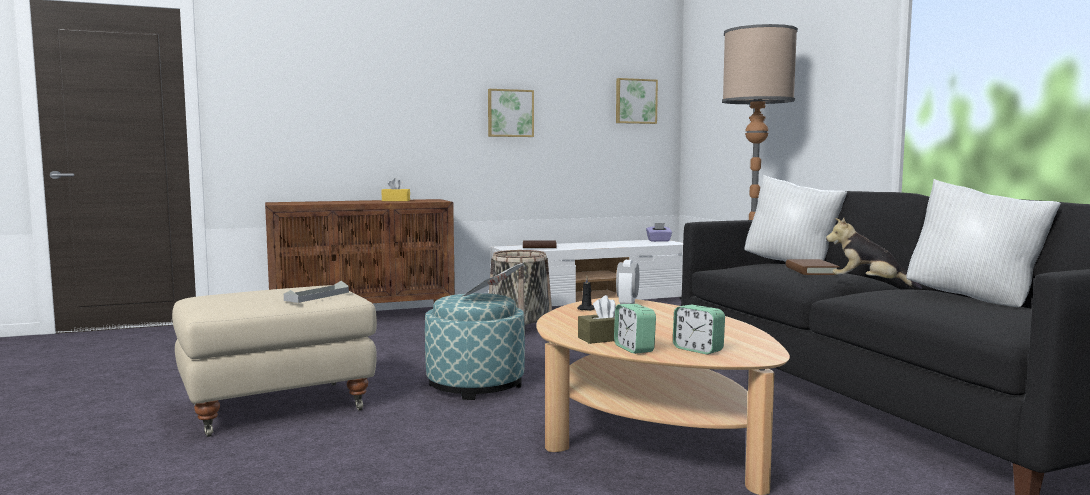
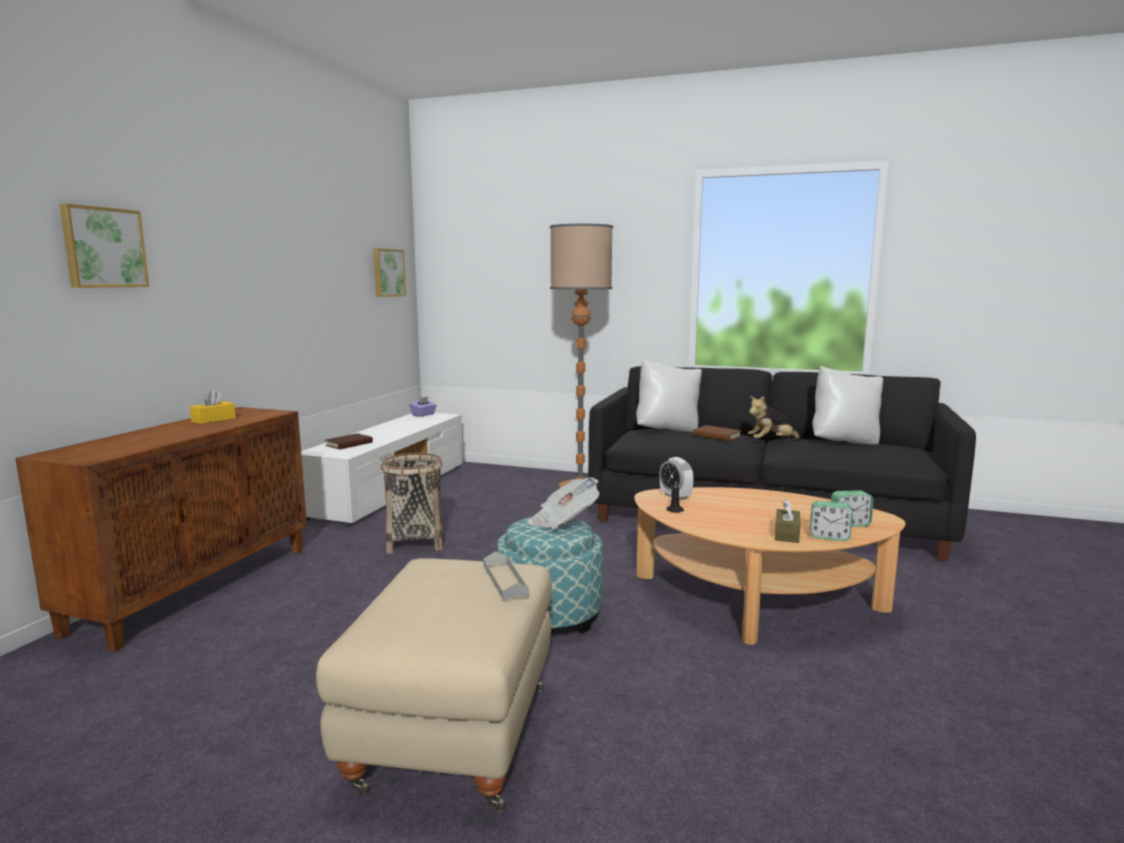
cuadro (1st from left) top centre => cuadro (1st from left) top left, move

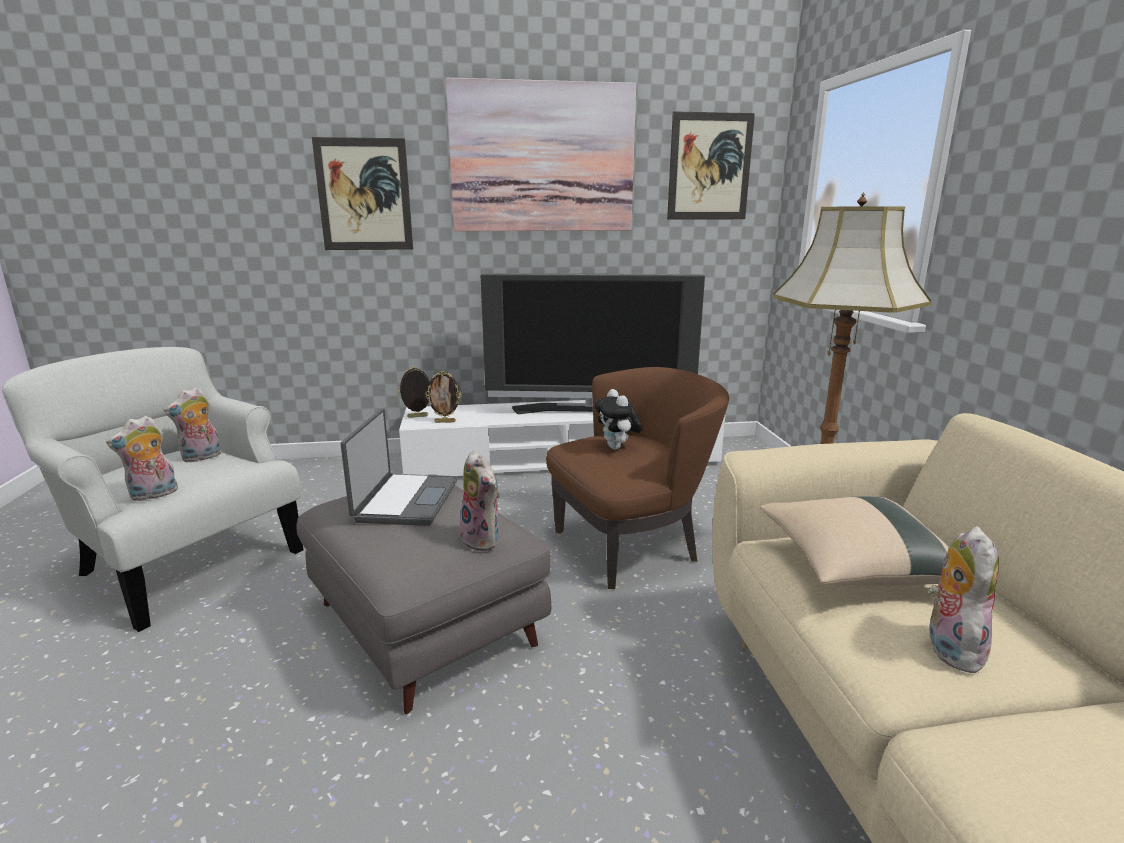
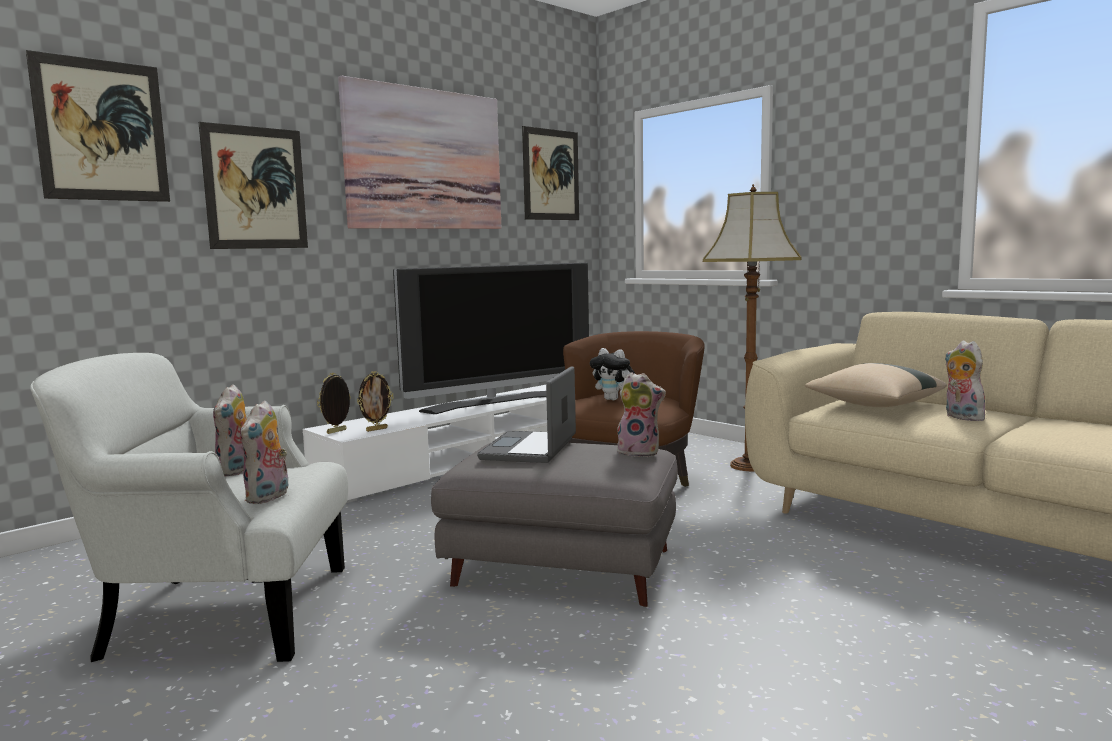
nothing => cuadro (1st from left) top left
portátil centre, 135 degrees counterclockwise

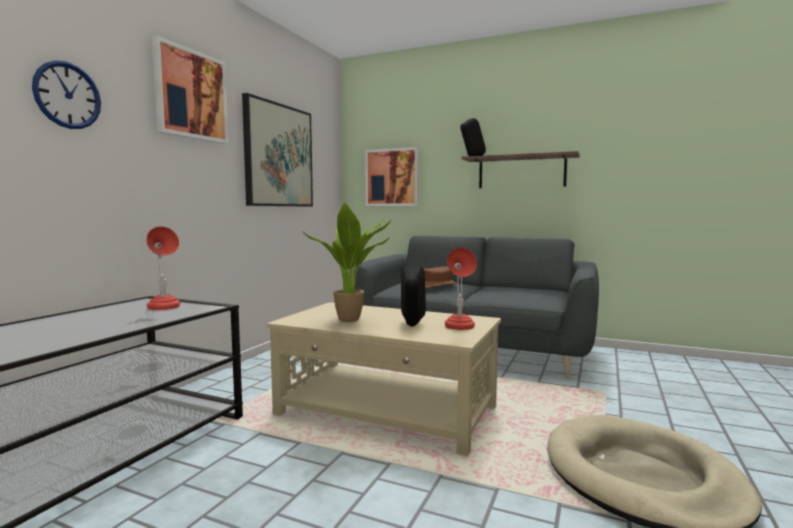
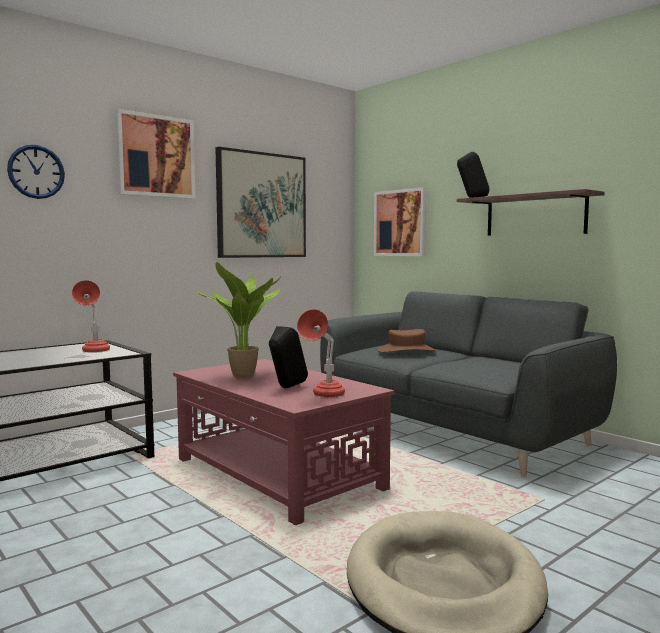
mesa de centro (beis) bottom centre => mesa de centro (rojo) bottom centre

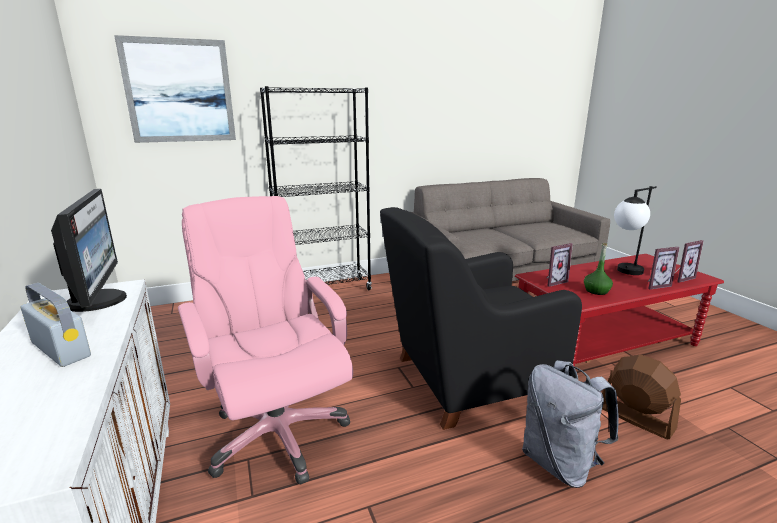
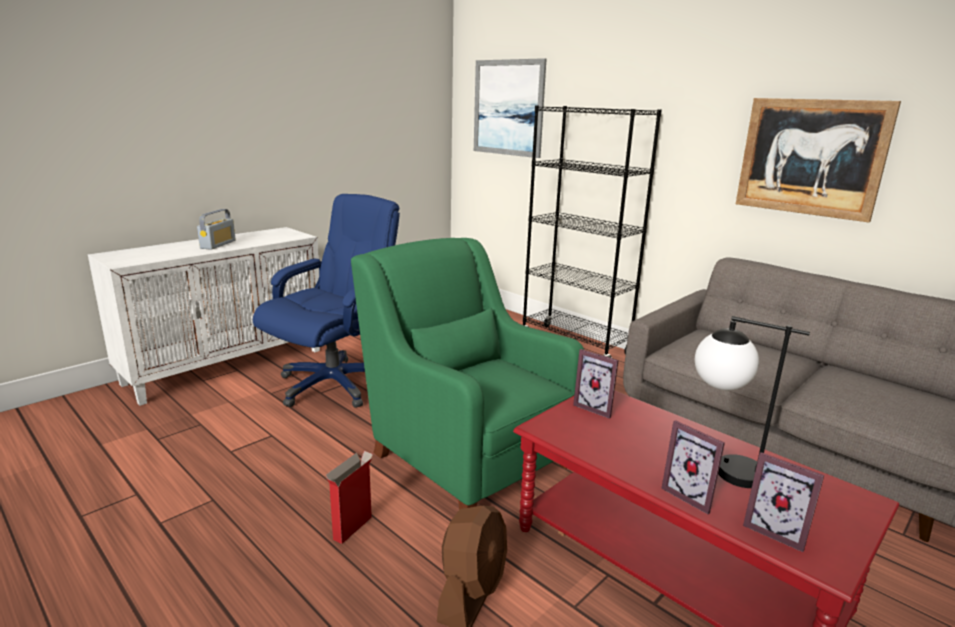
silla de oficina (rosa) centre => silla de oficina (azul) centre
mochila (gris) bottom right => caja de cartón bottom centre
sillón (negro) centre => sillón (verde) centre
nothing => cuadro (2nd from left) top right
monitor middle left => nothing
botella (verde) middle right => nothing

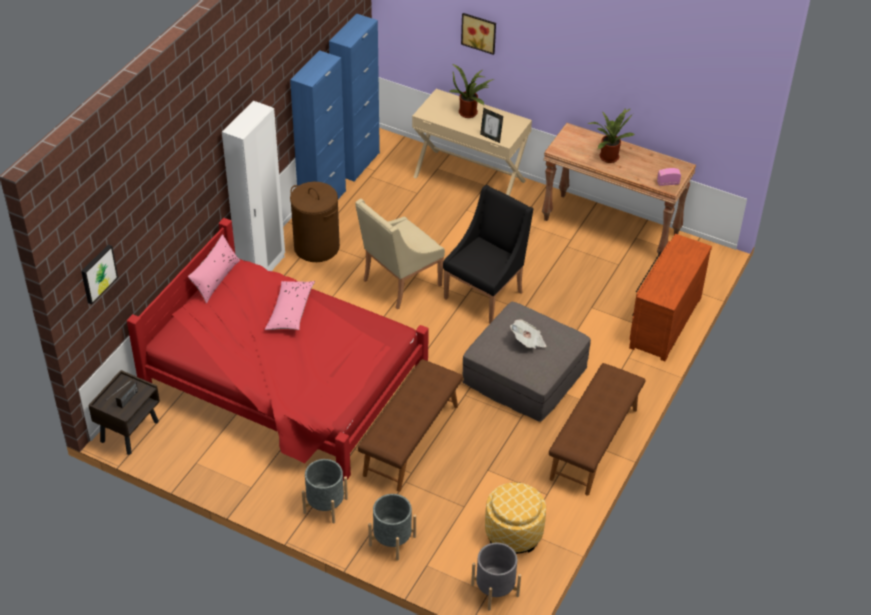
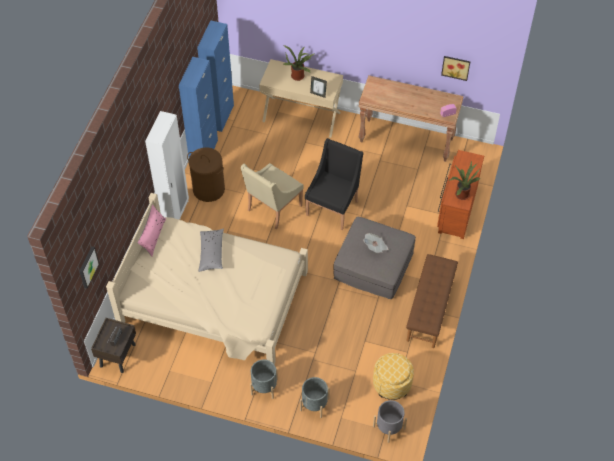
cama (rojo) middle left => cama (beis) centre
cojín (rosa) (2nd from left) middle left => cojín (gris) centre
cuadro (2nd from left) top centre => cuadro (2nd from left) top right, move
planta en maceta (2nd from left) top right => planta en maceta (2nd from left) middle right, move
banco (marrón) (1st from left) bottom centre => nothing

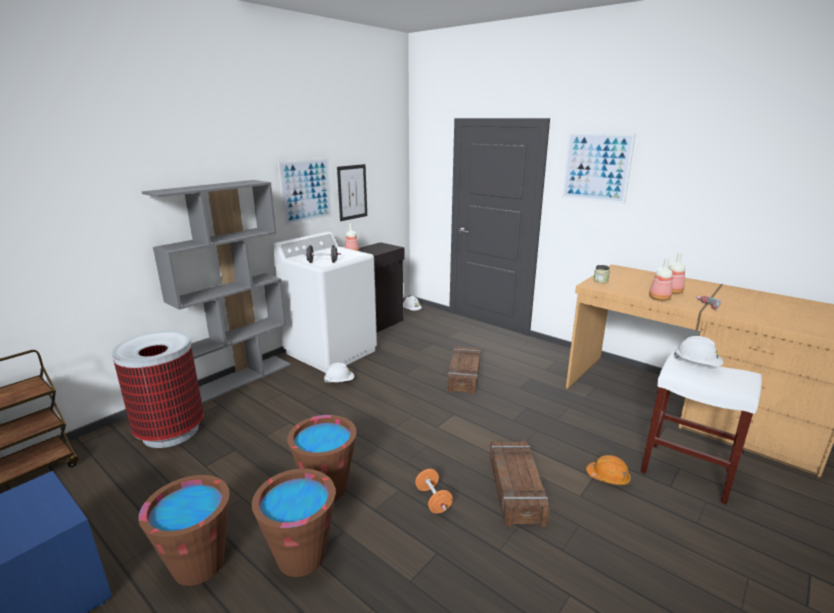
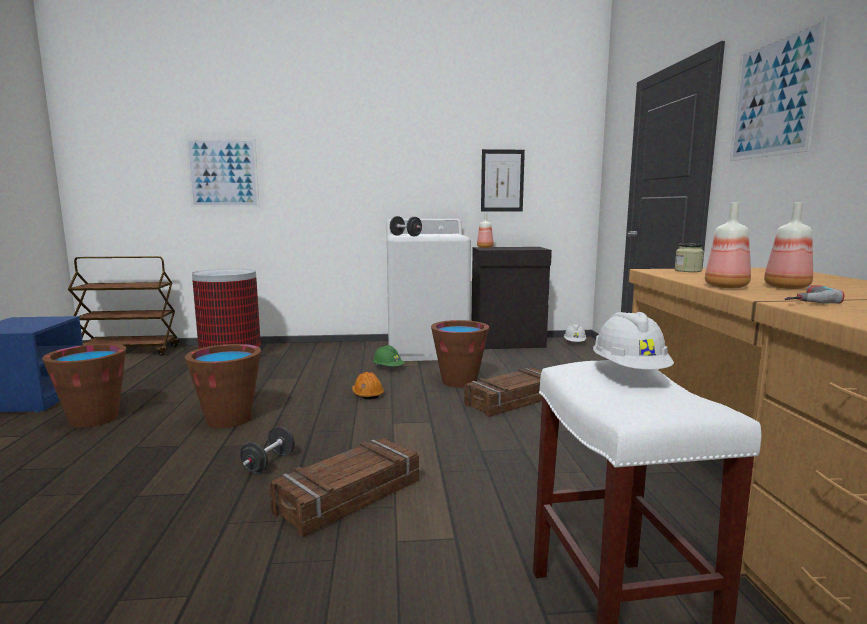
cuadro (1st from left) top centre => cuadro (1st from left) top left, move
mancuerna (naranja) bottom centre => mancuerna (negro) (1st from left) bottom left
casco (naranja) bottom right => casco (naranja) centre, move
casco (blanco) (1st from left) centre => casco (verde) centre
cubo (marrón) (2nd from left in the first image) bottom centre => cubo (marrón) (3rd from left) centre, move
estantería (gris) middle left => nothing

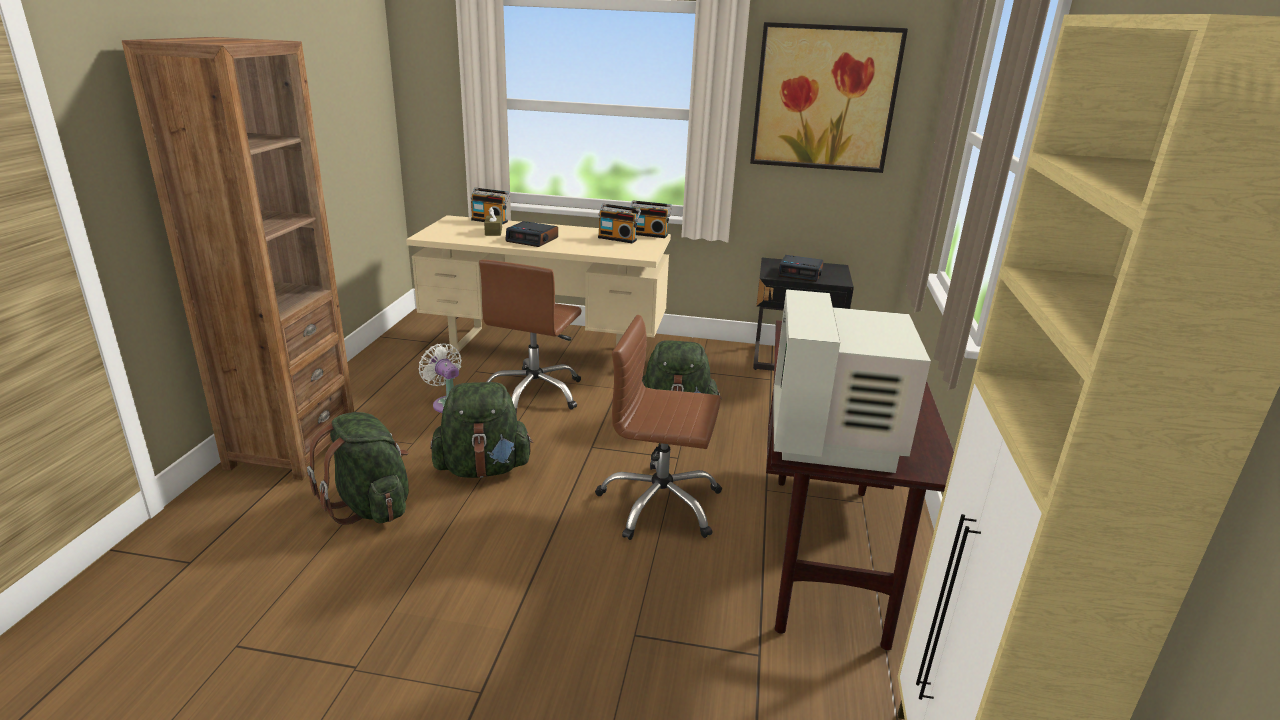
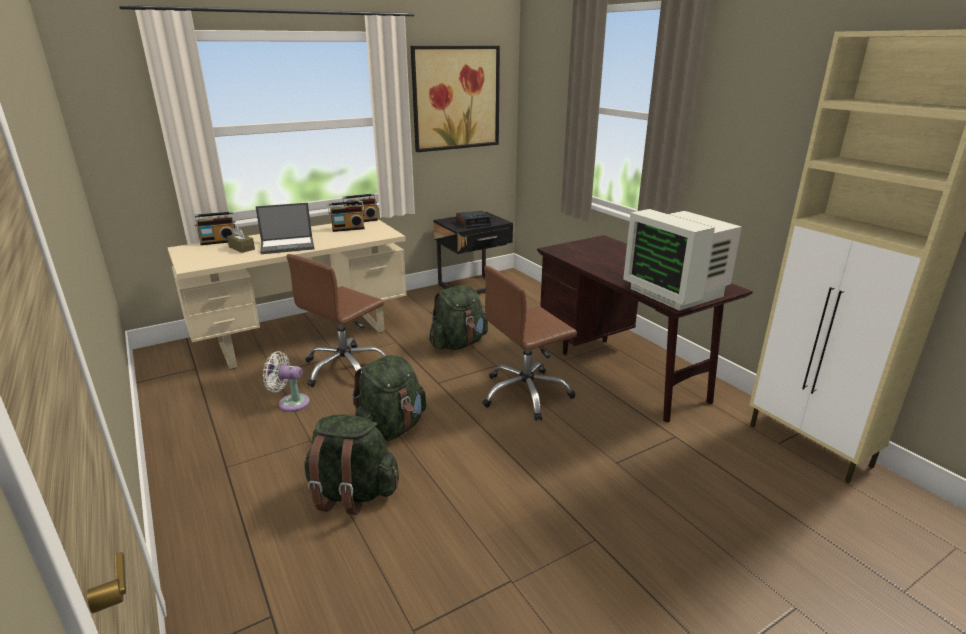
despertador (1st from left) top centre => portátil middle left
silla de oficina (marrón) (1st from left) centre, 60 degrees clockwise
estantería (marrón) middle left => nothing

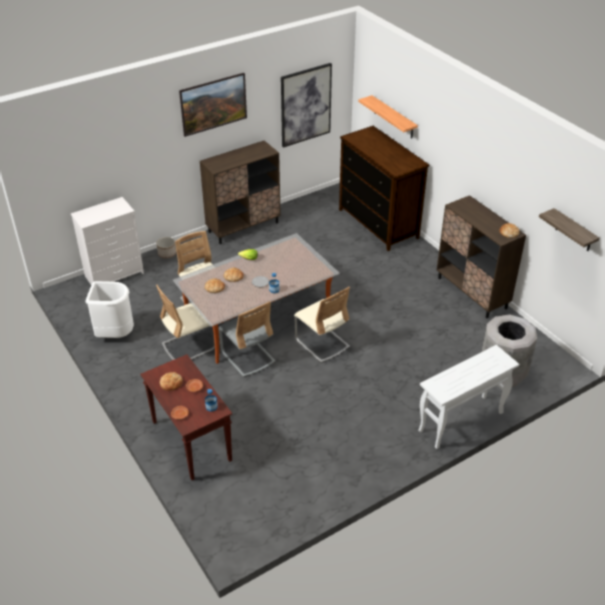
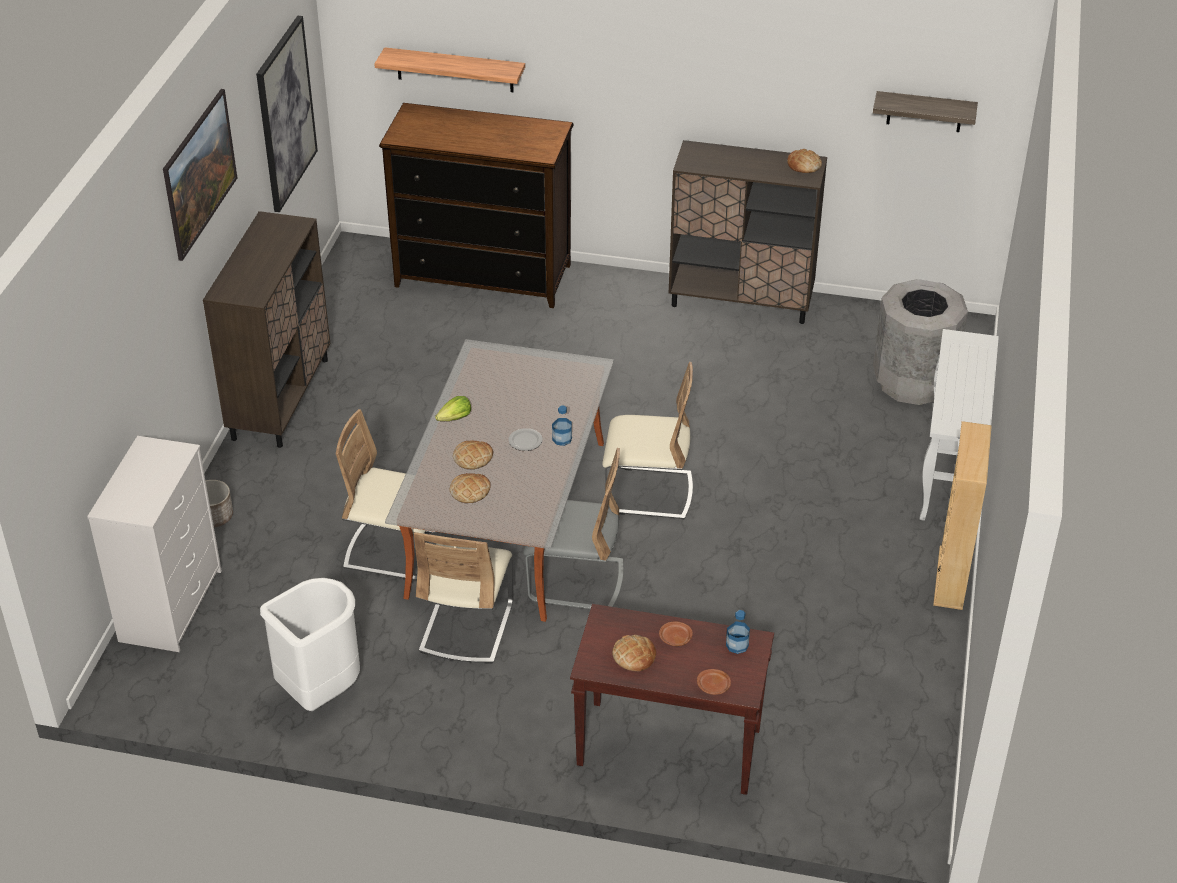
nothing => estantería (beis) middle right

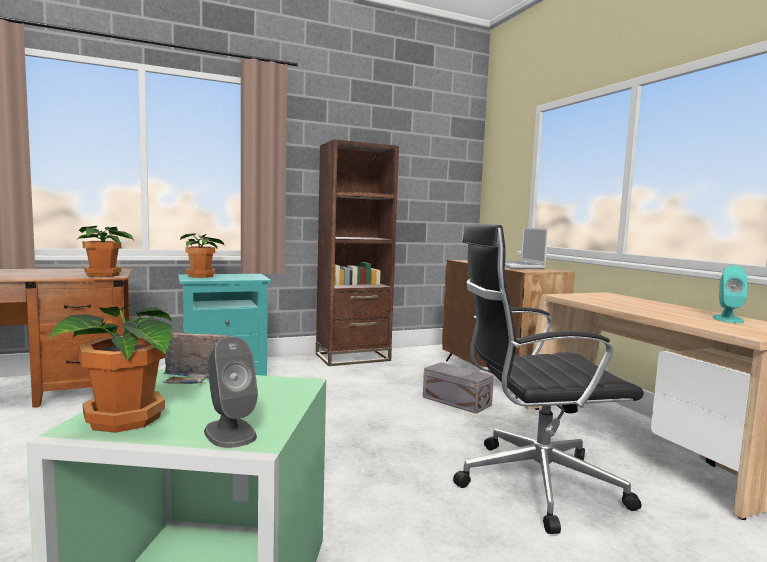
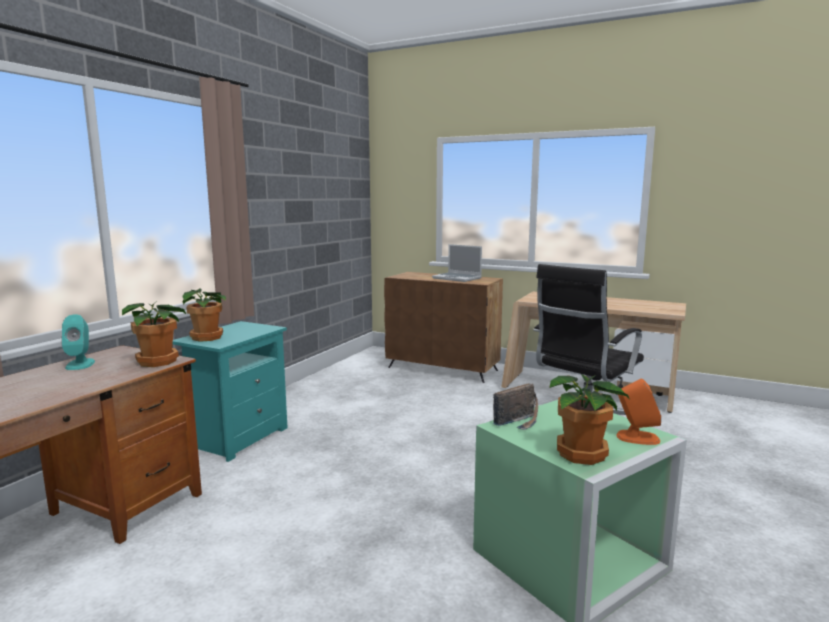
altavoz (turquesa) middle right => altavoz (turquesa) middle left, move
altavoz (gris) bottom left => altavoz (naranja) middle right
estantería (marrón) centre => nothing
caja de almacenaje (gris) bottom centre => nothing

